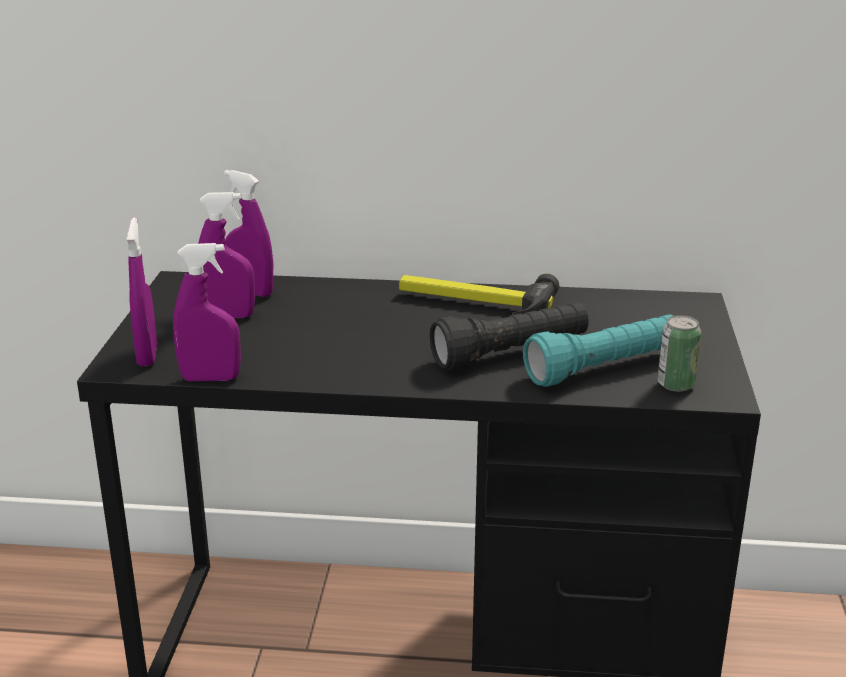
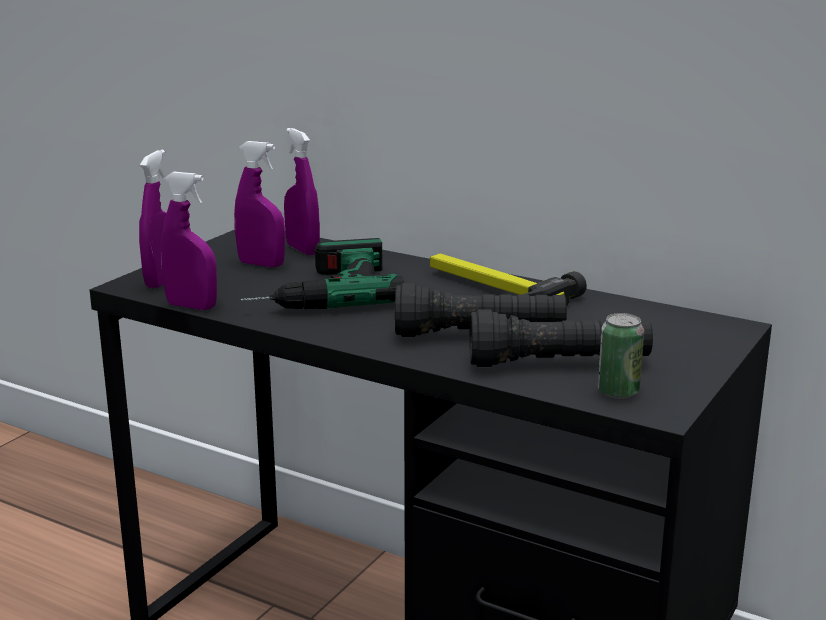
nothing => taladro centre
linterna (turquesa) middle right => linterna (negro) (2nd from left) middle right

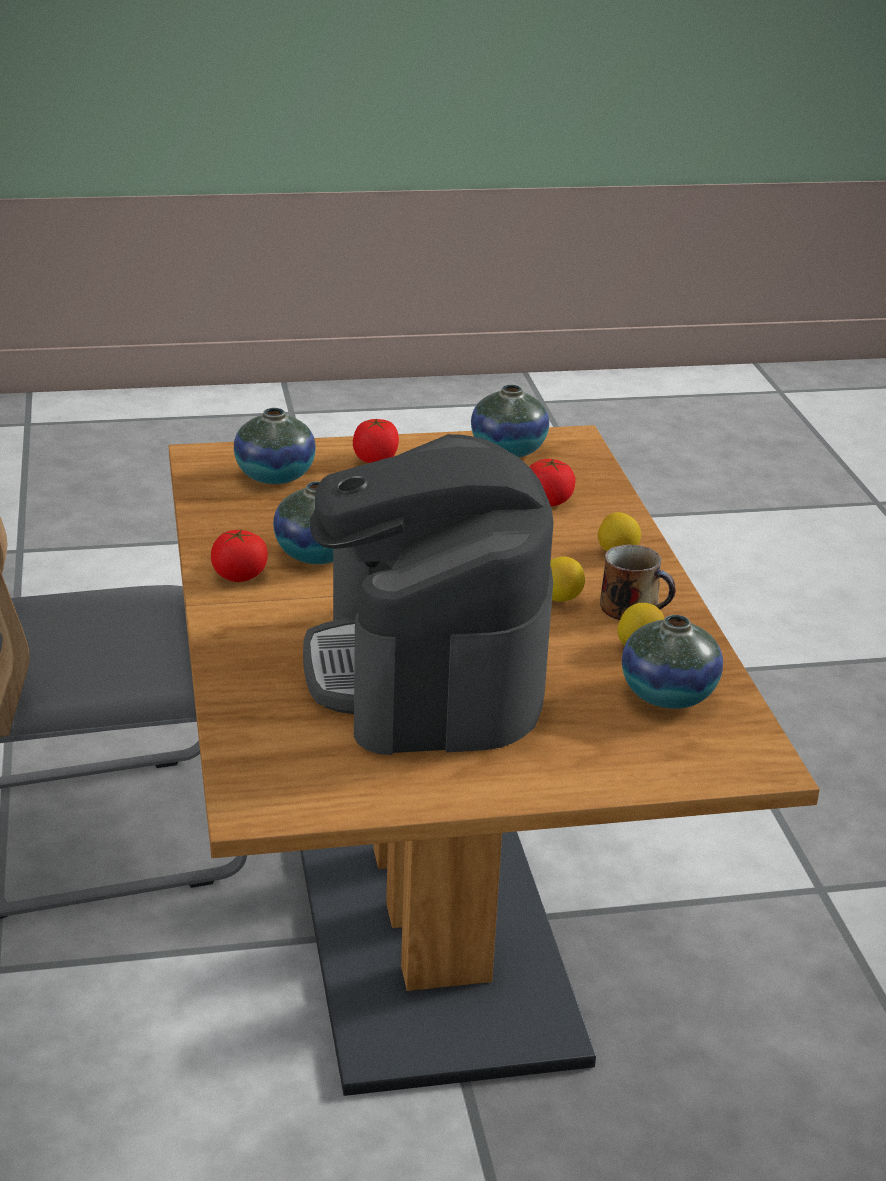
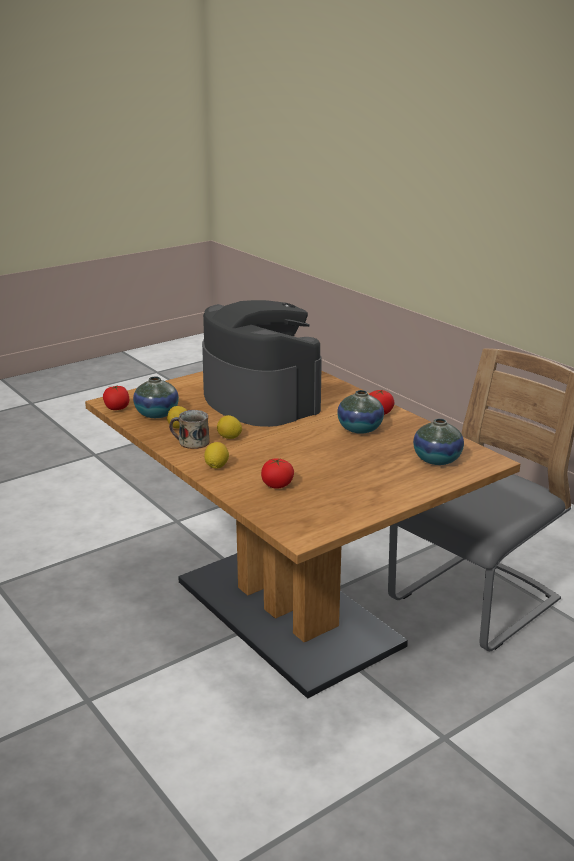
tomate (2nd from left in the first image) centre => tomate (1st from left) middle left, move
florero (3rd from left) centre => nothing

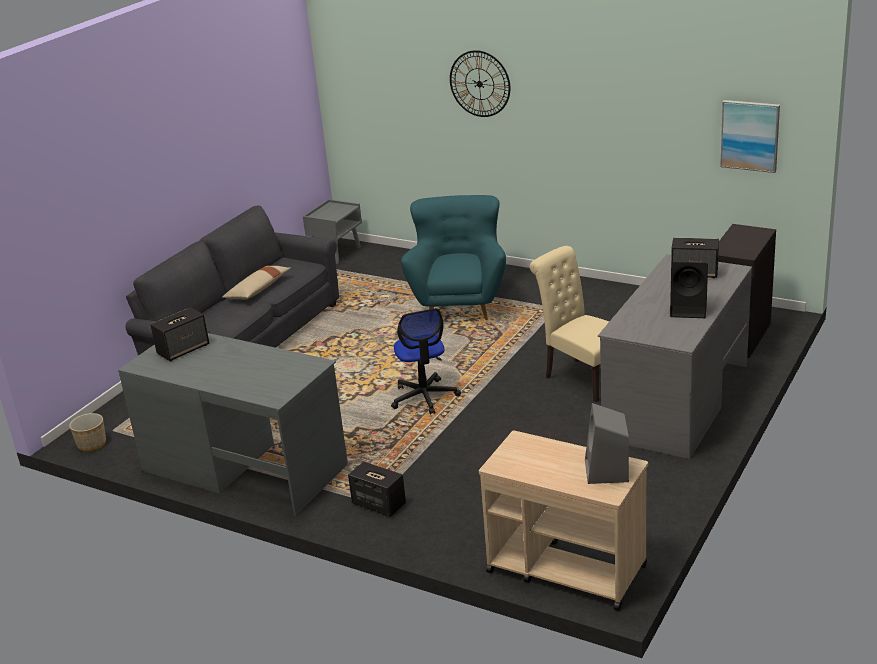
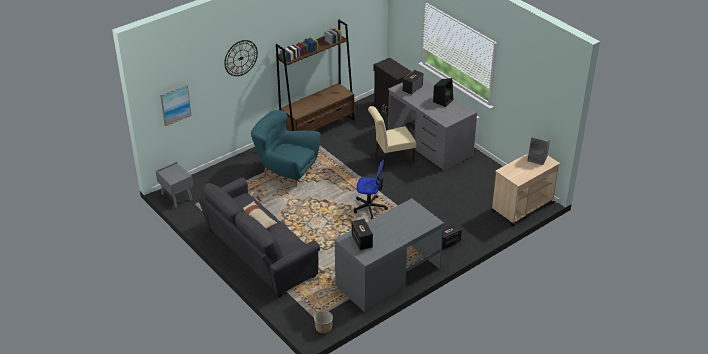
cuadro top right => cuadro top left, move
nothing => estantería (marrón) top centre

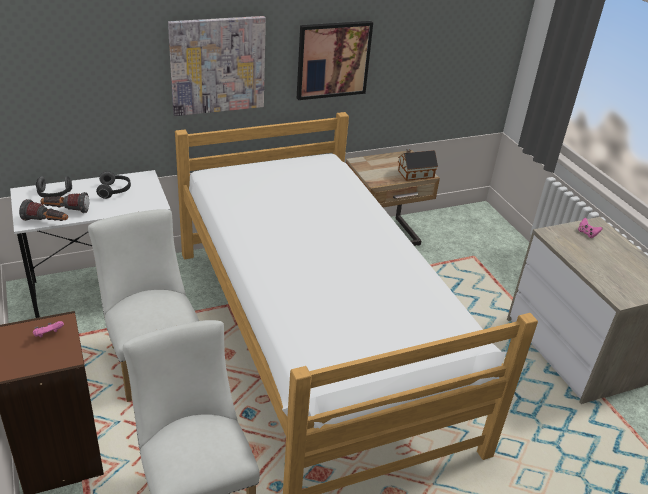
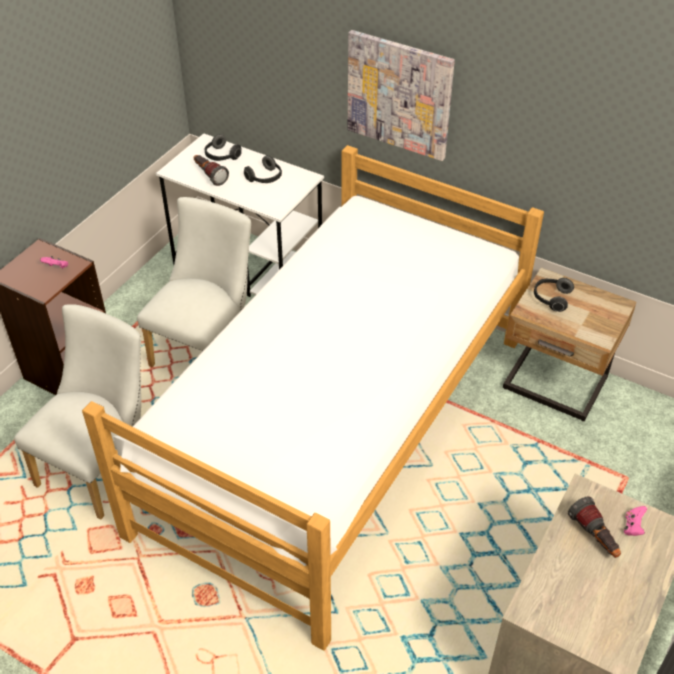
nothing => auriculares (3rd from left) middle right
linterna (1st from left in the first image) middle left => linterna (2nd from left) bottom right, move
cuadro (2nd from left) top centre => nothing
casita centre => nothing

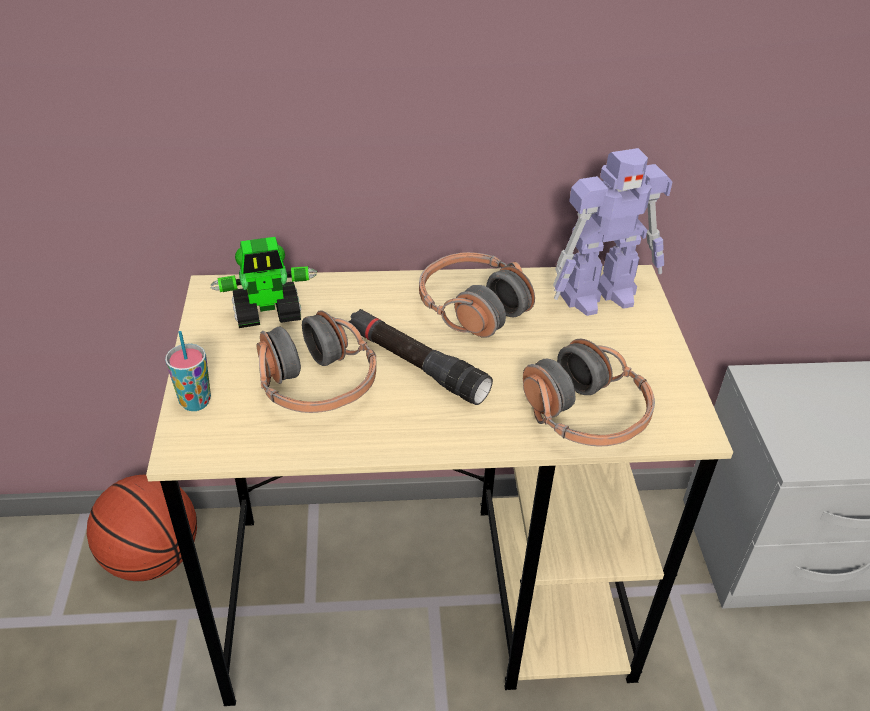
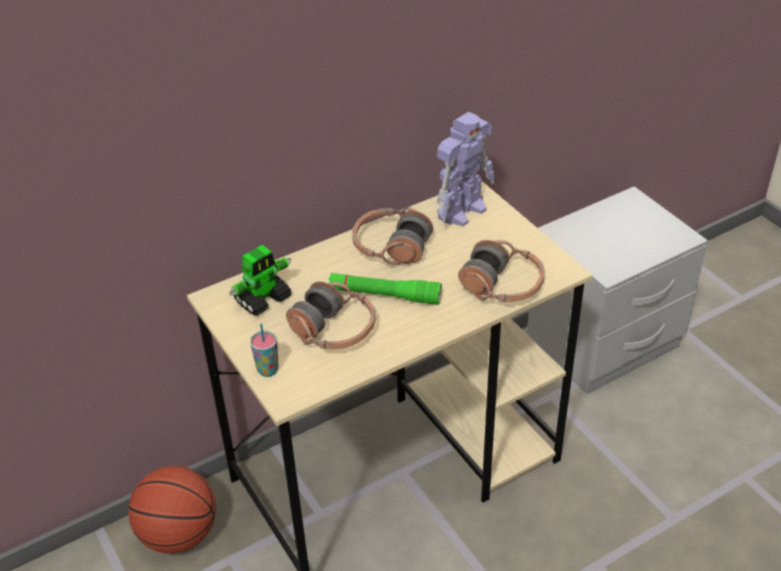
linterna (negro) centre => linterna (verde) centre

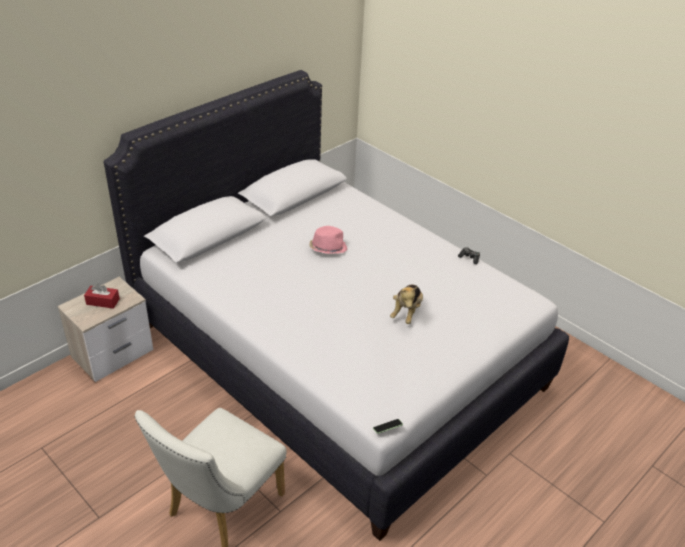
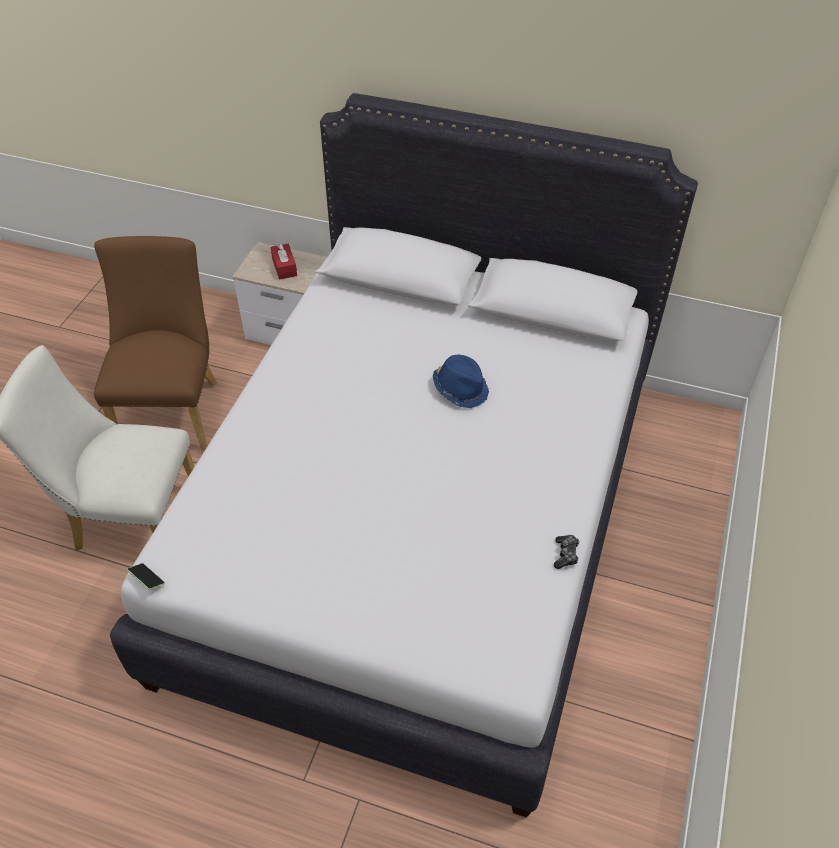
nothing => silla (marrón) middle left
sombrero (rosa) centre => sombrero (azul) centre
peluche centre => nothing

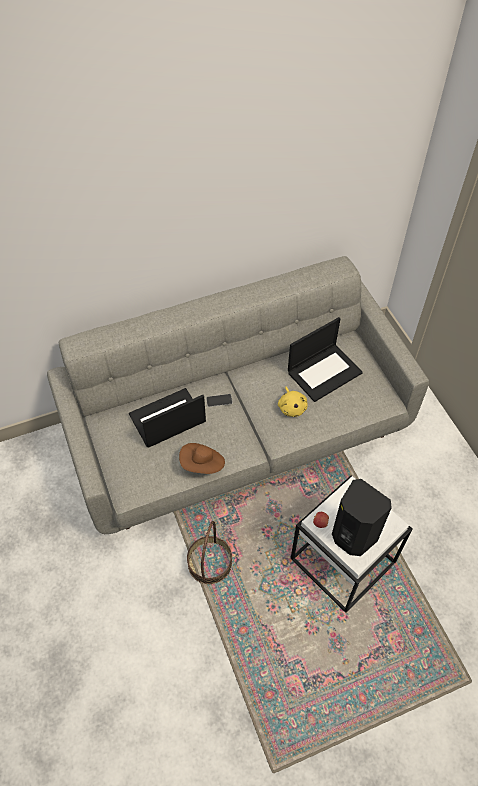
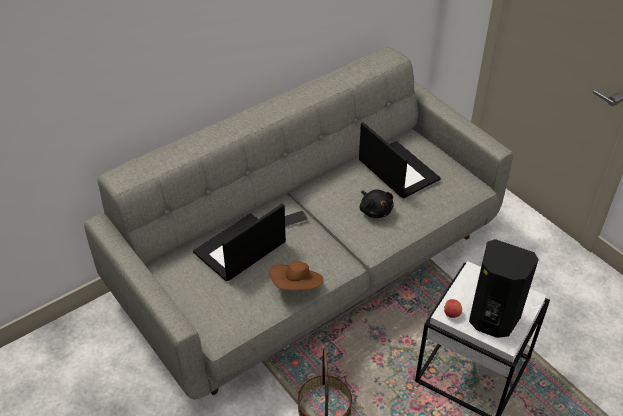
portátil (2nd from left) middle right => portátil (2nd from left) centre, 75 degrees counterclockwise
peluche (amarillo) centre => peluche (negro) centre

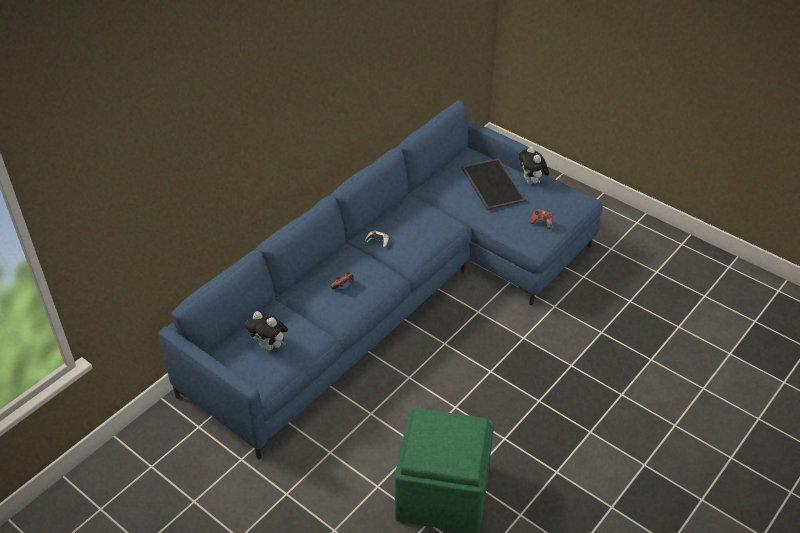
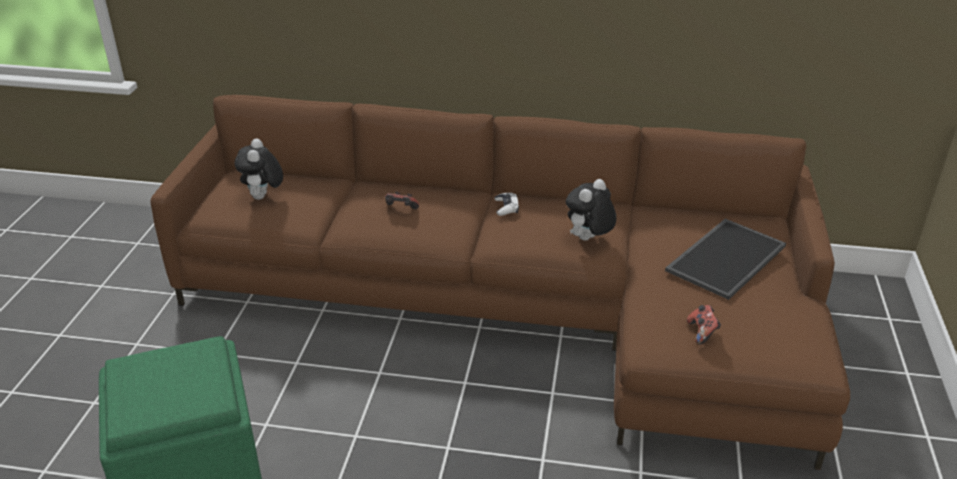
sofá (azul) centre => sofá (marrón) centre
peluche (2nd from left) top centre => peluche (2nd from left) centre, move

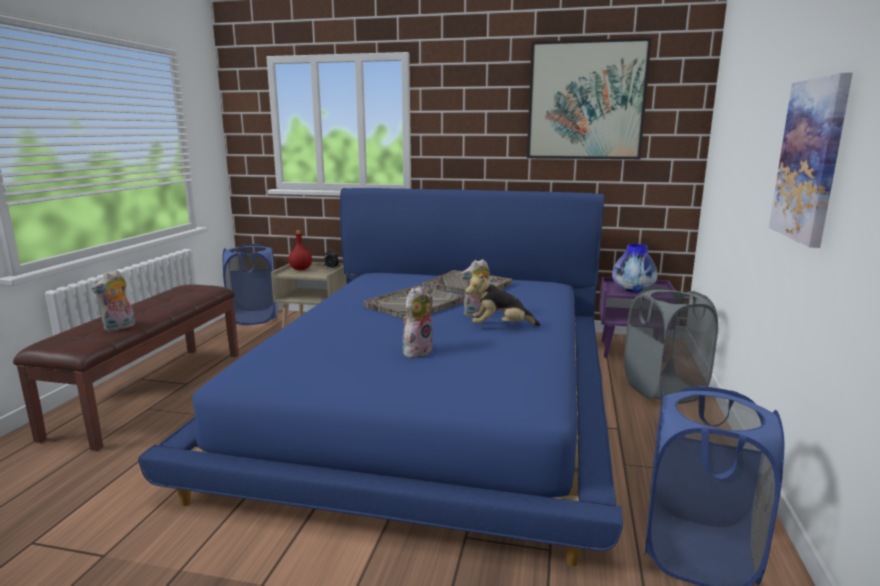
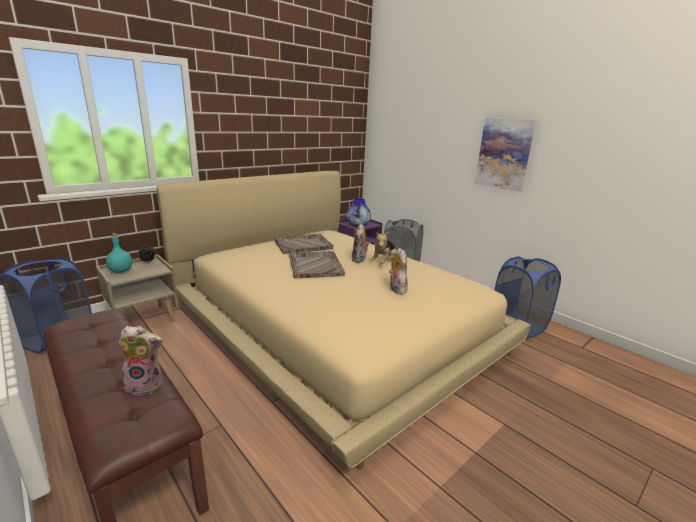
botella (rojo) centre => botella (turquesa) middle left
peluche (1st from left) middle left => peluche (1st from left) bottom left, 75 degrees counterclockwise
cama (azul) centre => cama (beis) centre
cuadro (1st from left) top right => nothing

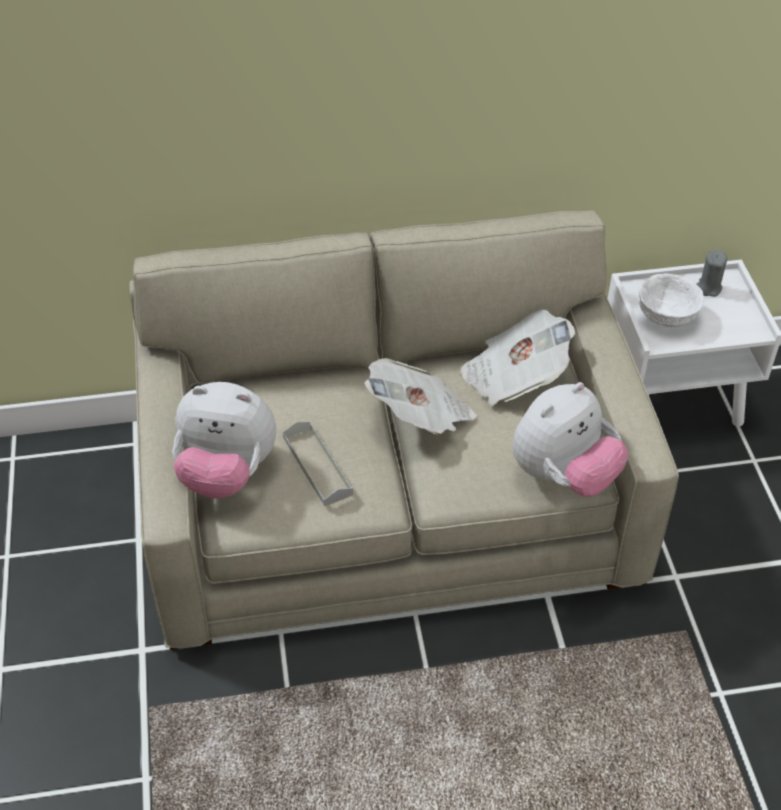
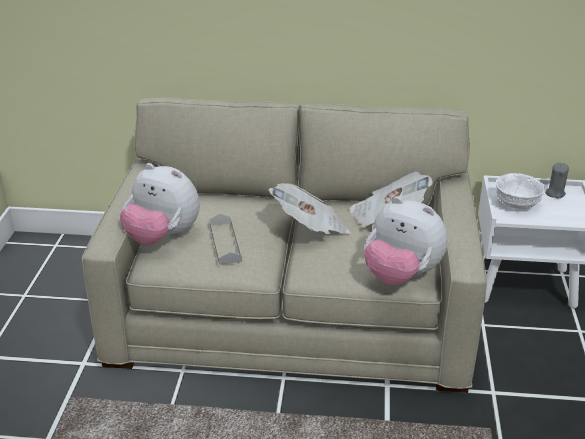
peluche (2nd from left) middle right, 60 degrees clockwise

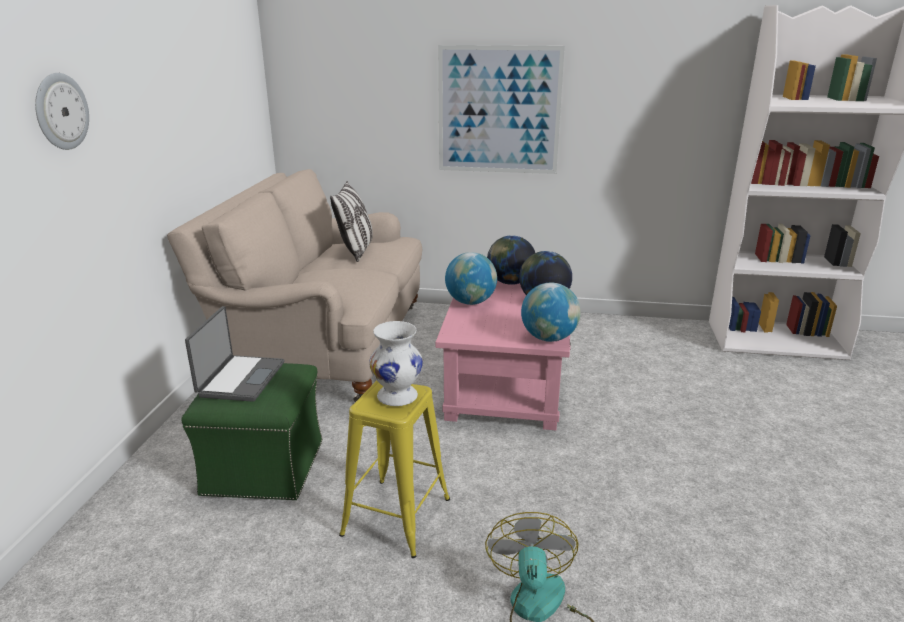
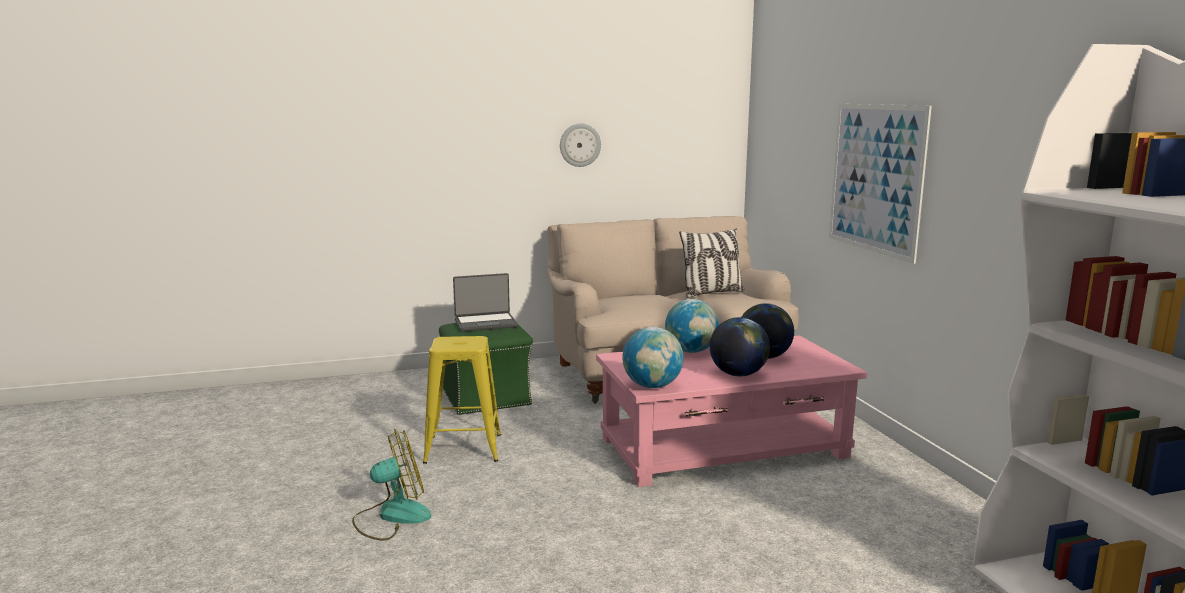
reloj de pared top left => reloj de pared top centre, move
florero (blanco) centre => nothing

